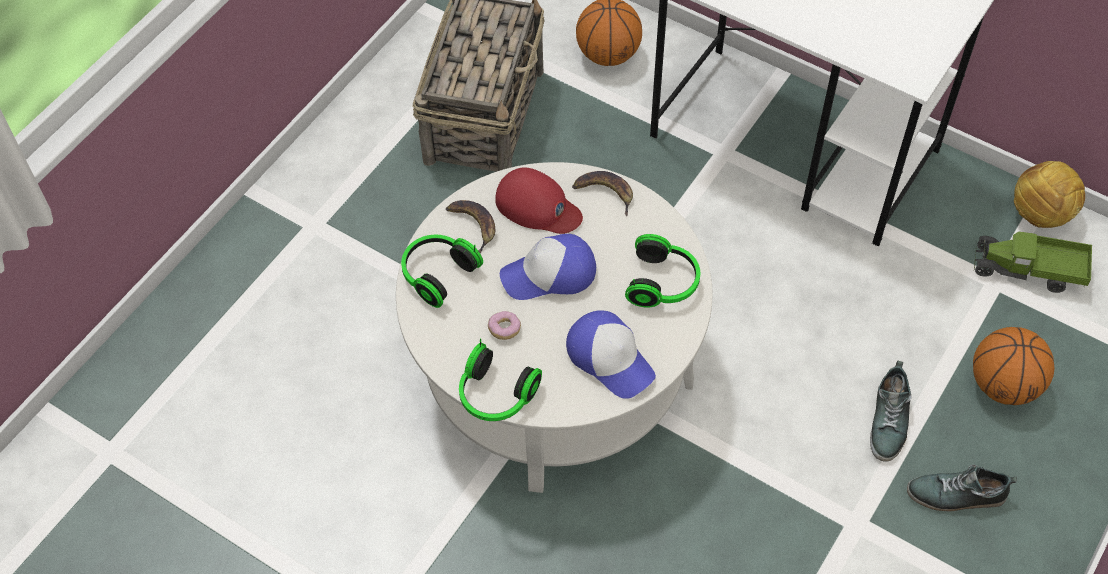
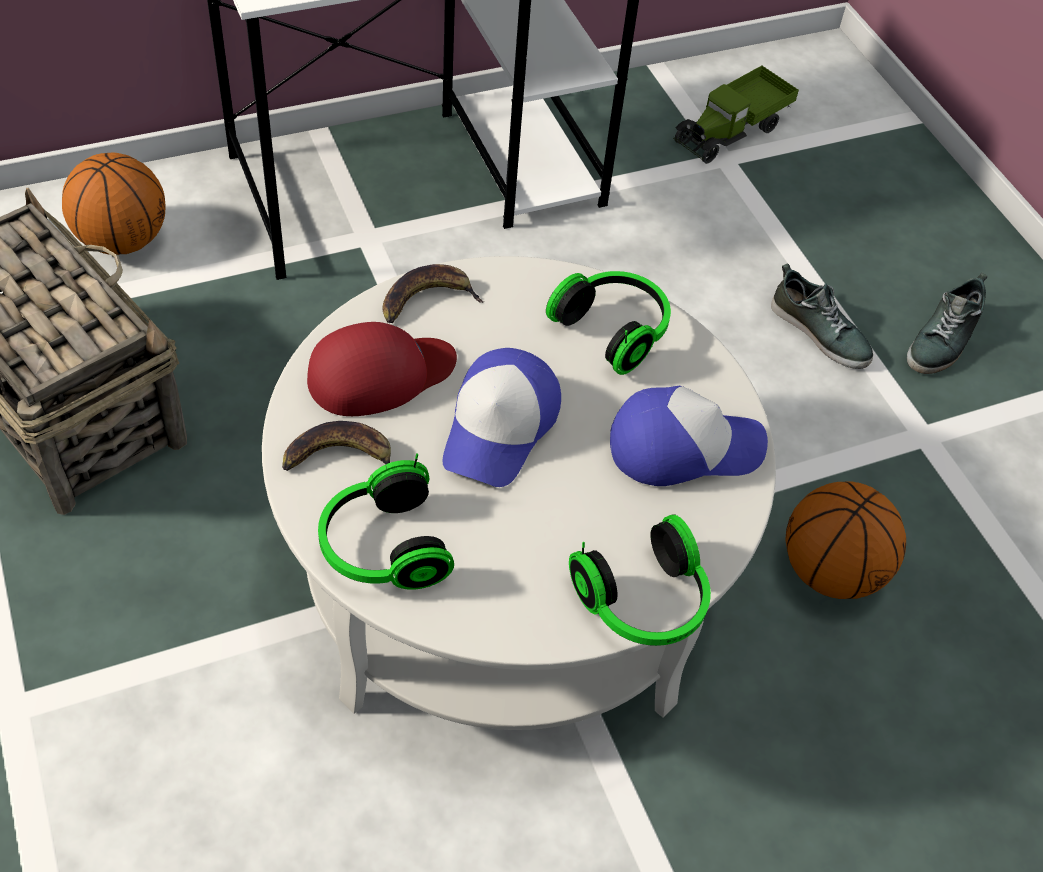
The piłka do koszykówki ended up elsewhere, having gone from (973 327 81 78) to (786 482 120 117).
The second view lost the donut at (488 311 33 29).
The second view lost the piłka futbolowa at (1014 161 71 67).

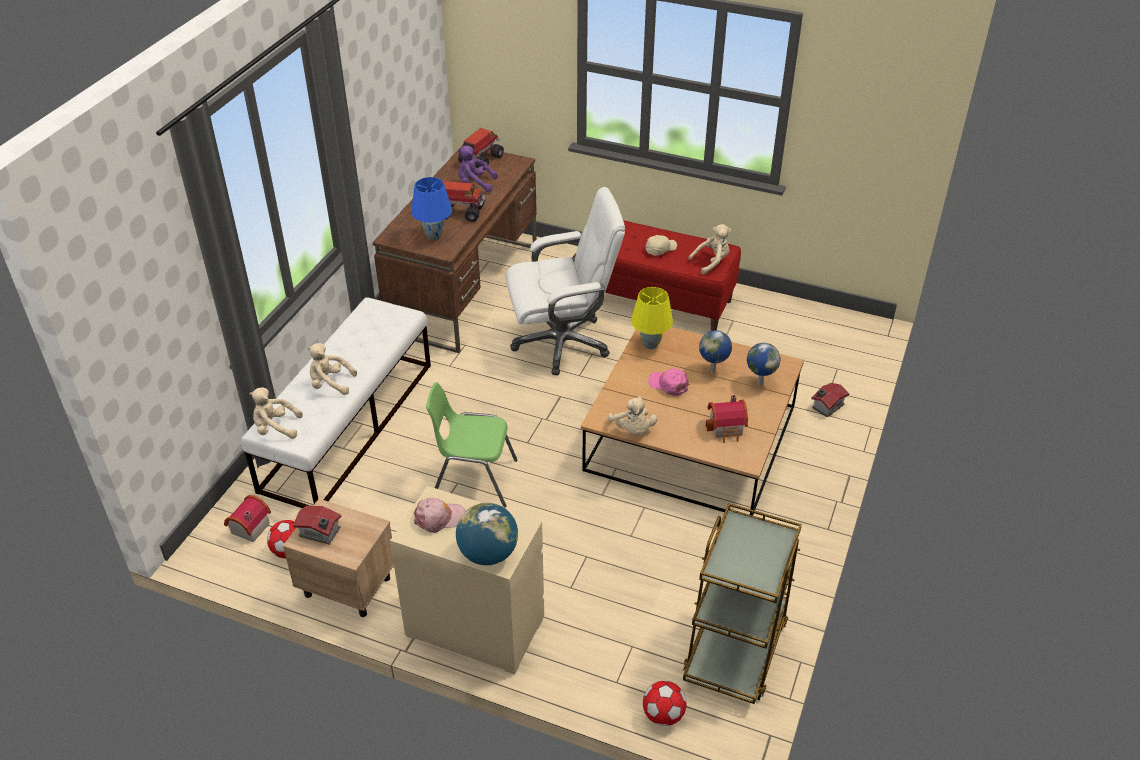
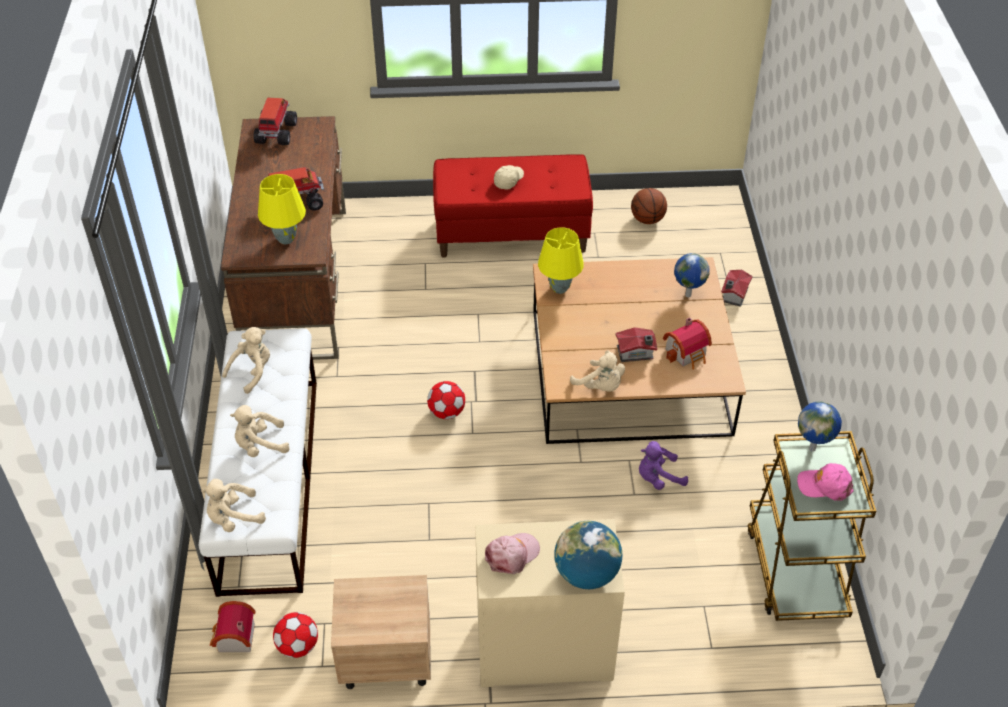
The pluszak/beżowy ended up elsewhere, having gone from (689 224 42 51) to (222 327 48 67).
What was the lampa stołowa/niebieski at (411 177 41 63) turned into the lampa stołowa/żółty at (258 174 48 70).
The piłka futbolowa ended up elsewhere, having gone from (643 681 44 45) to (427 381 38 38).
The domek ended up elsewhere, having gone from (293 506 49 39) to (615 327 42 35).
The second view gained the piłka do koszykówki at (631 188 36 36).
The pluszak/fioletowy ended up elsewhere, having gone from (458 145 40 47) to (639 441 49 49).
The czapka z daszkiem/różowy ended up elsewhere, having gone from (648 368 41 28) to (797 463 57 38).
The globus ended up elsewhere, having gone from (699 330 33 43) to (798 402 44 50).
The second view lost the krzesło/zielony at (426 382 92 125).
The second view lost the krzesło biurowe/biały at (505 187 120 188).

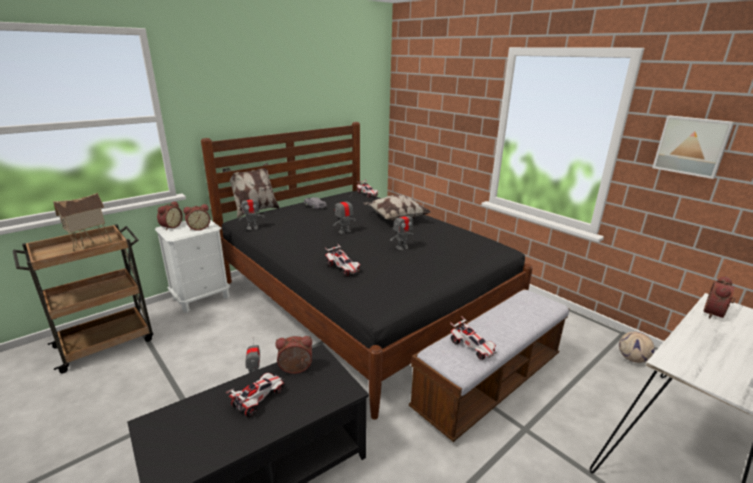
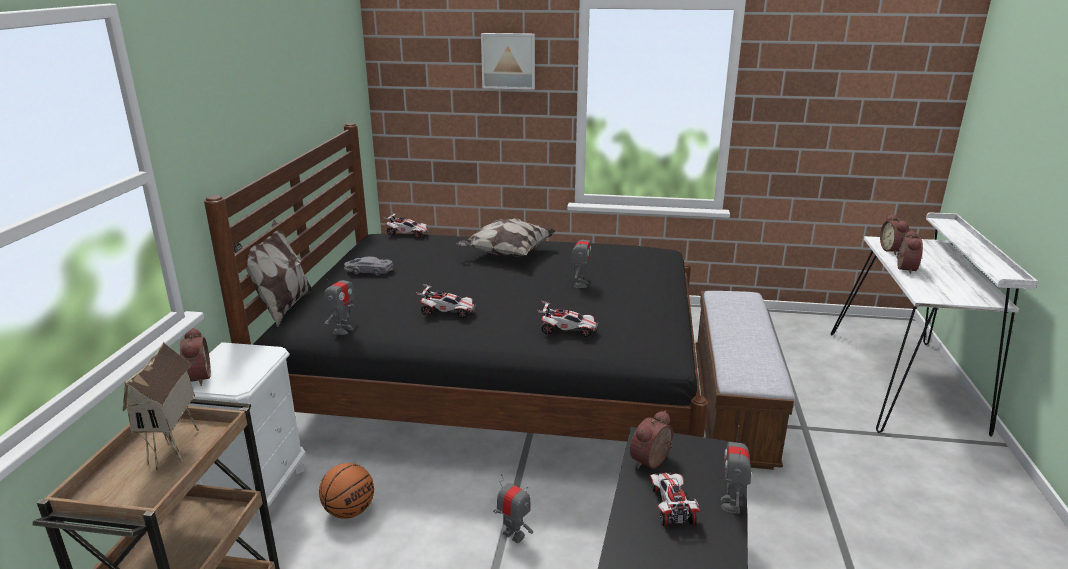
The second view gained the piłka do koszykówki at (319 463 55 56).
The samochodzik ended up elsewhere, having gone from (450 316 46 44) to (416 284 60 34).
The obraz ended up elsewhere, having gone from (652 115 83 64) to (481 33 54 57).
The robot zabawkowy ended up elsewhere, having gone from (333 199 23 35) to (721 425 30 89).
The budzik ended up elsewhere, having gone from (183 204 27 27) to (897 230 26 44).
The second view lost the piłka futbolowa at (619 332 36 31).

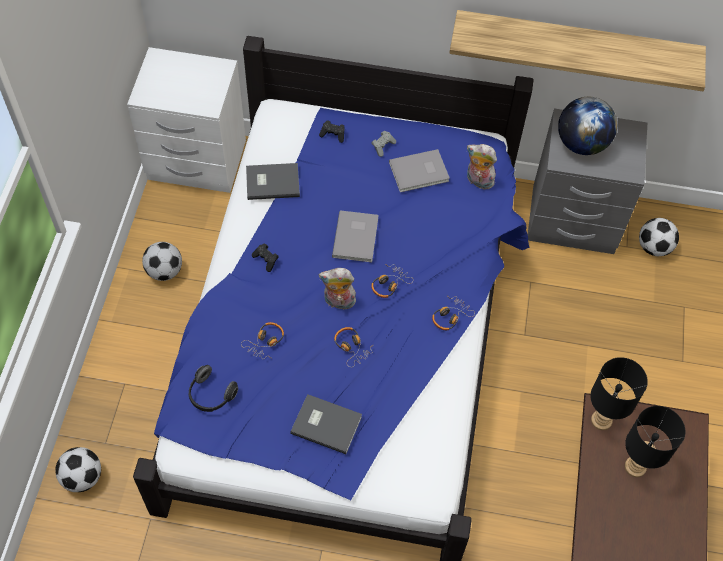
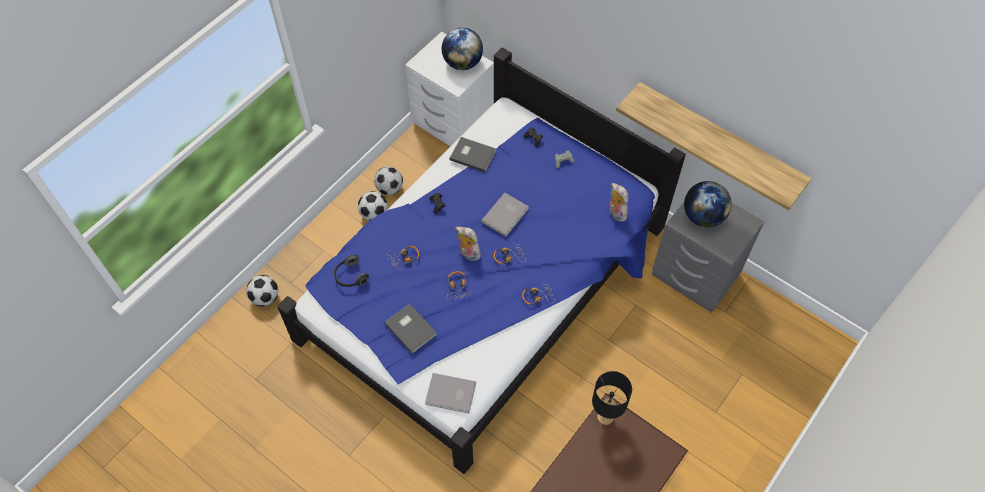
The piłka futbolowa ended up elsewhere, having gone from (639 218 40 38) to (358 191 30 30).
The książka/szary ended up elsewhere, having gone from (389 149 61 43) to (425 373 51 41).
The second view gained the globus at (442 28 41 42).
The second view lost the lampa stołowa/czarny at (625 406 60 71).

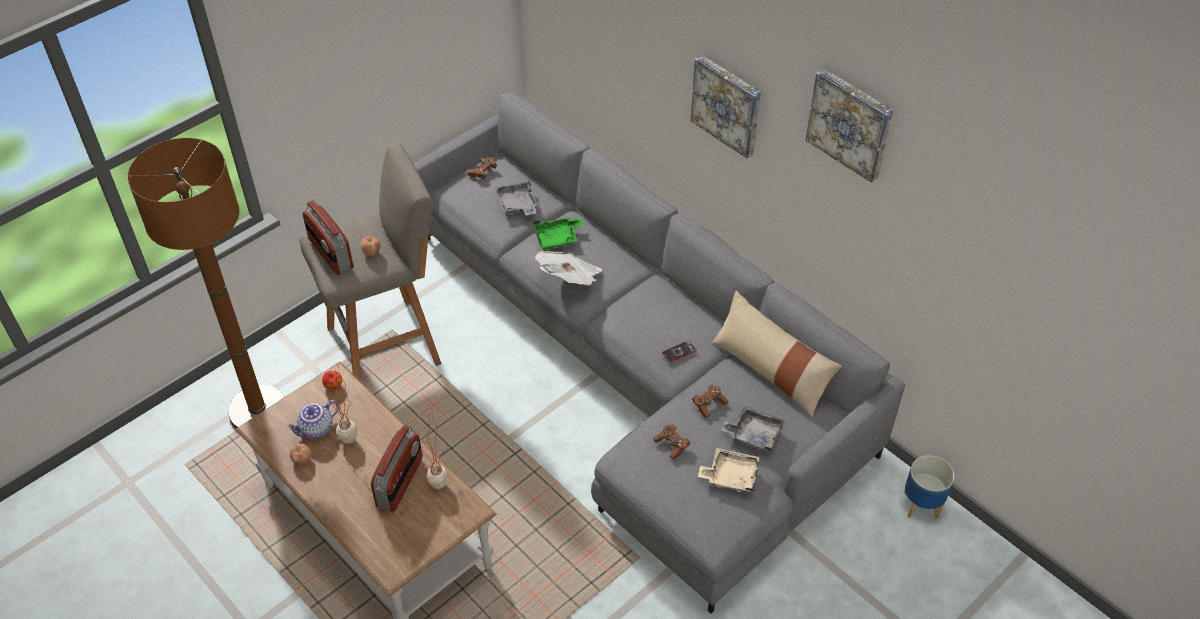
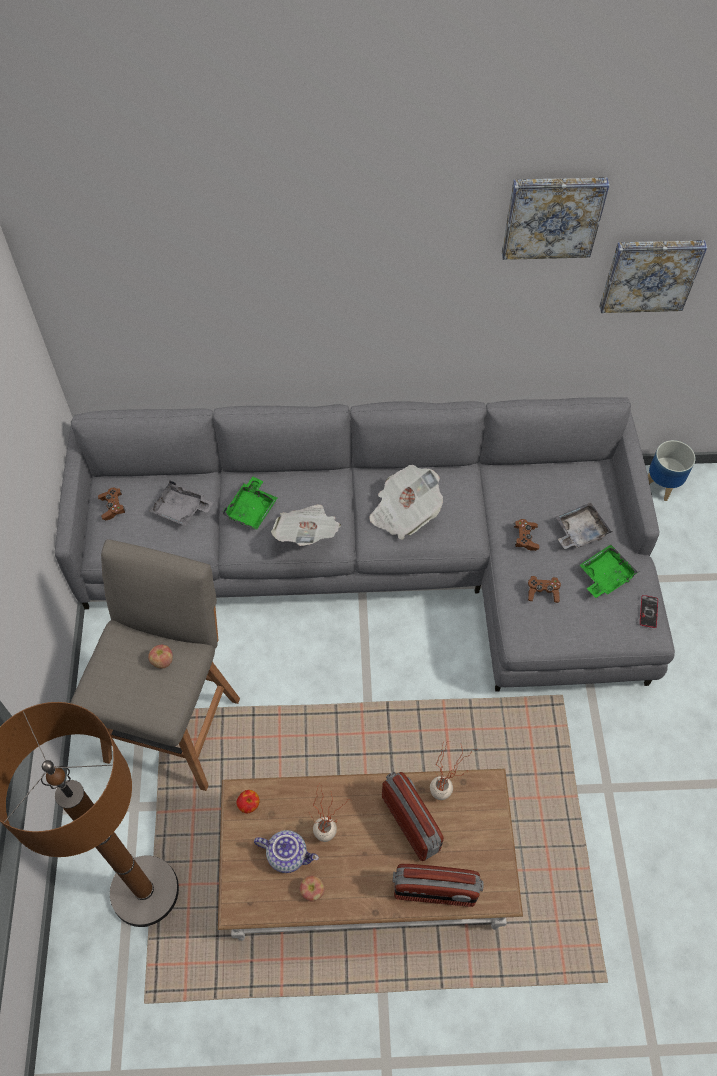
The imbryk at (286 400 54 39) ended up facing another way, 75 degrees counterclockwise from before.
The second view gained the gazeta at (369 465 74 75).
The radio ended up elsewhere, having gone from (303 200 50 75) to (393 864 91 43).
What was the taca/beżowy at (698 448 62 44) turned into the taca/zielony at (579 545 59 53).
The obraz ended up elsewhere, having gone from (691 55 70 103) to (599 240 108 73).
The telefon ended up elsewhere, having gone from (662 341 34 22) to (640 595 18 33).
The second view lost the poduszka/beżowy at (712 291 129 126).

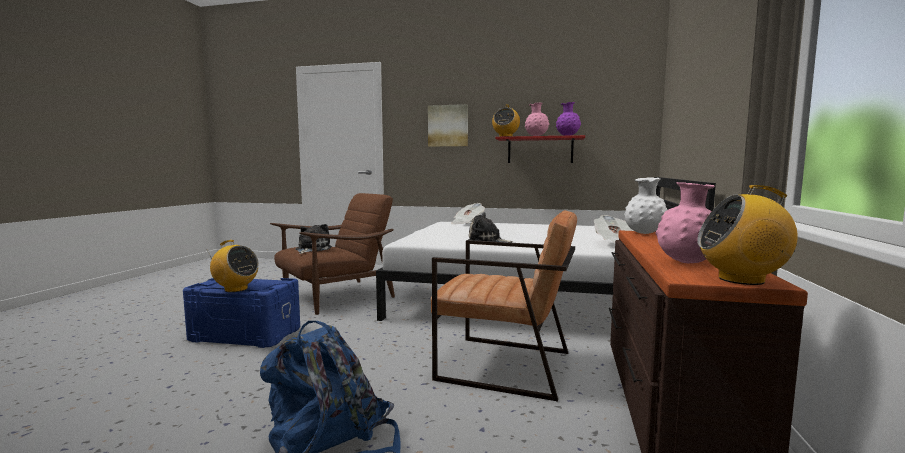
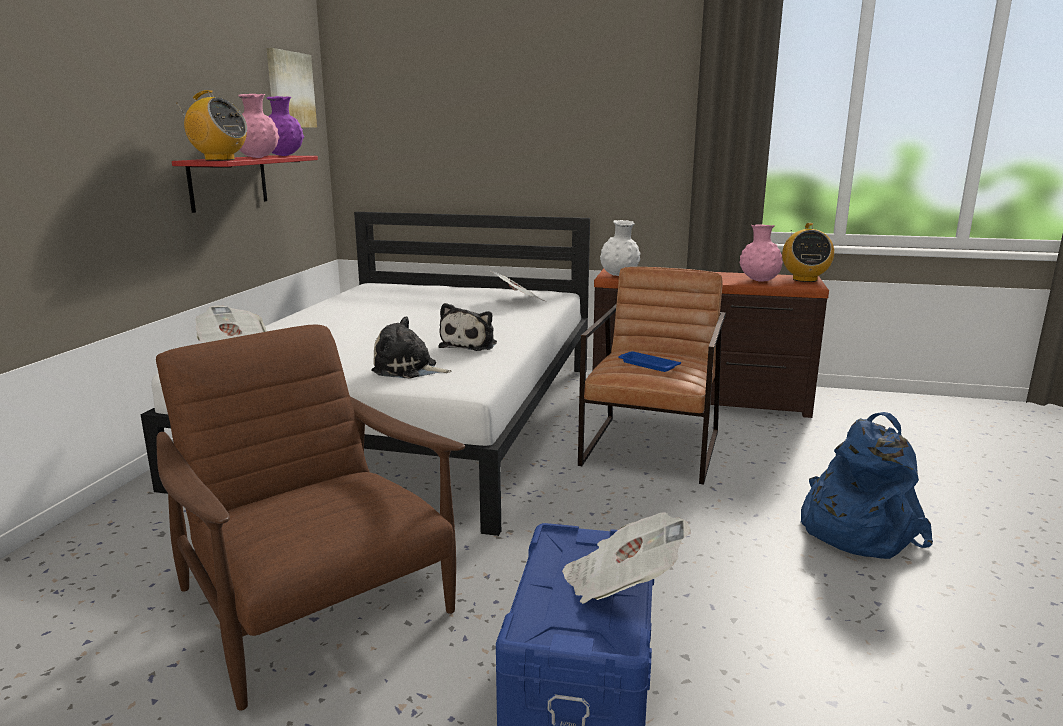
The obraz ended up elsewhere, having gone from (428 104 40 43) to (266 48 51 80).
The pluszak ended up elsewhere, having gone from (295 224 37 30) to (371 316 81 63).
Where the radio stood at (207 240 52 52), the gazeta came to stand at (562 512 129 92).
The second view gained the taca/niebieski at (618 351 63 21).

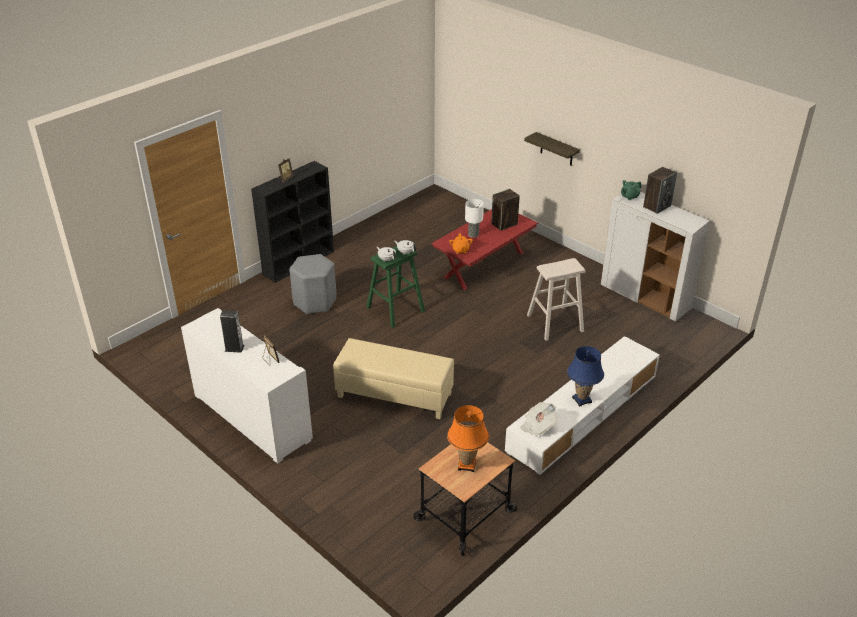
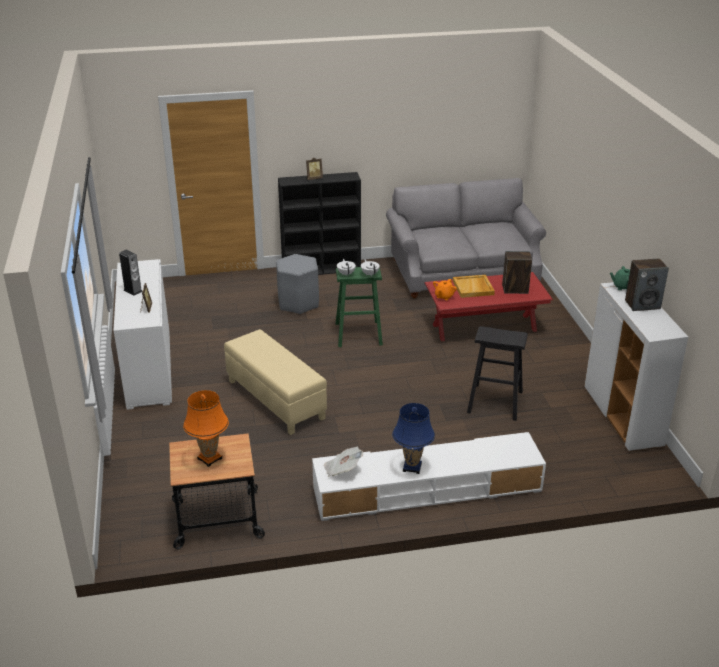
The second view gained the kanapa/szary at (386 178 160 120).
Where the lampa stołowa stood at (465 199 19 39), the taca/beżowy came to stand at (453 275 42 23).
What was the stołek/beżowy at (527 258 58 83) turned into the stołek/czarny at (467 326 61 95).
The second view lost the półka at (524 132 56 34).

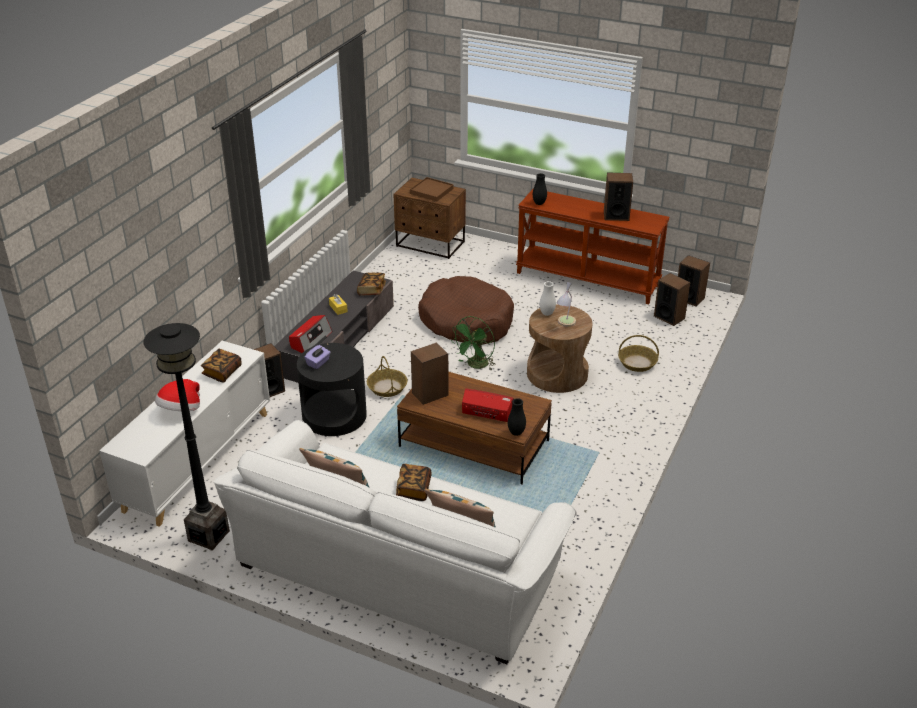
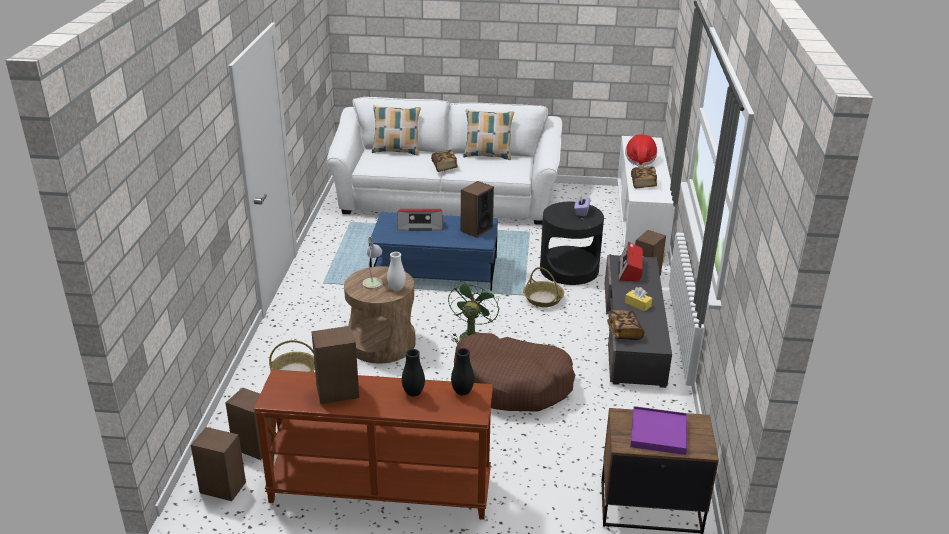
What was the ława/brązowy at (397 372 155 112) turned into the ława/niebieski at (369 212 129 79).
The wazon/czarny ended up elsewhere, having gone from (508 398 18 38) to (402 349 23 48).
What was the taca/brązowy at (410 177 44 24) turned into the taca/fioletowy at (630 406 57 49).
The second view lost the lampa stojąca/czarny at (144 323 86 227).

